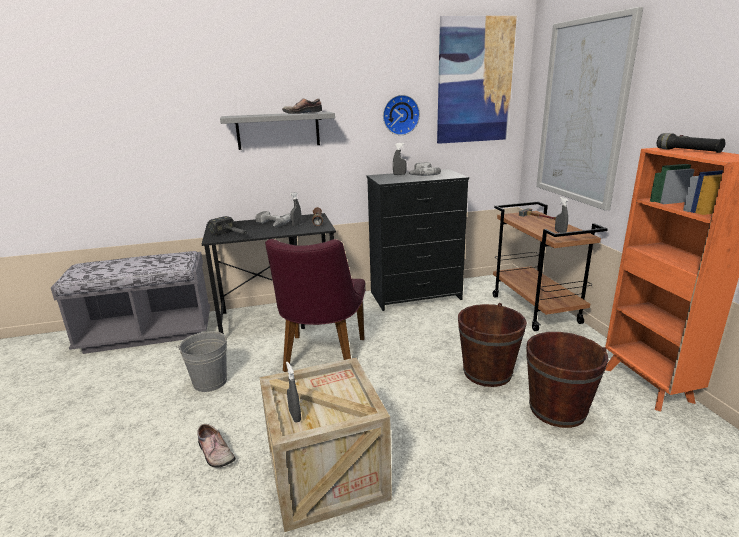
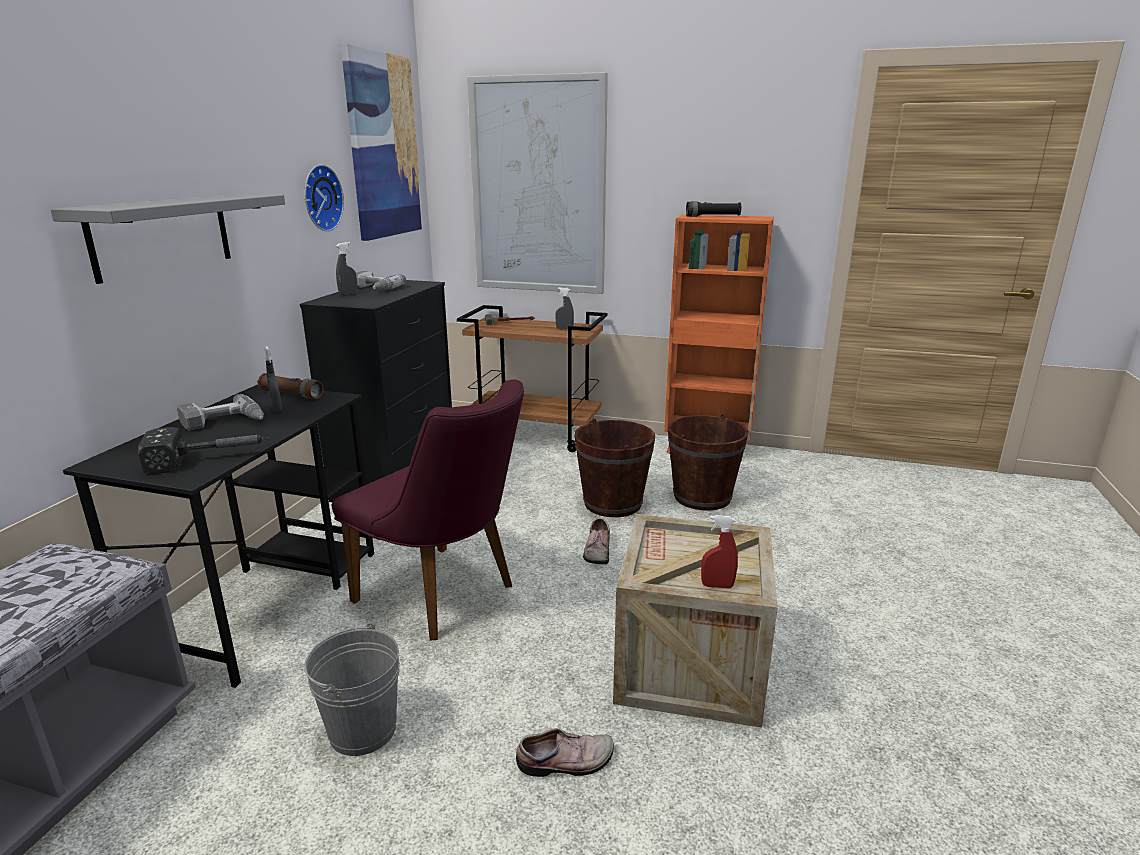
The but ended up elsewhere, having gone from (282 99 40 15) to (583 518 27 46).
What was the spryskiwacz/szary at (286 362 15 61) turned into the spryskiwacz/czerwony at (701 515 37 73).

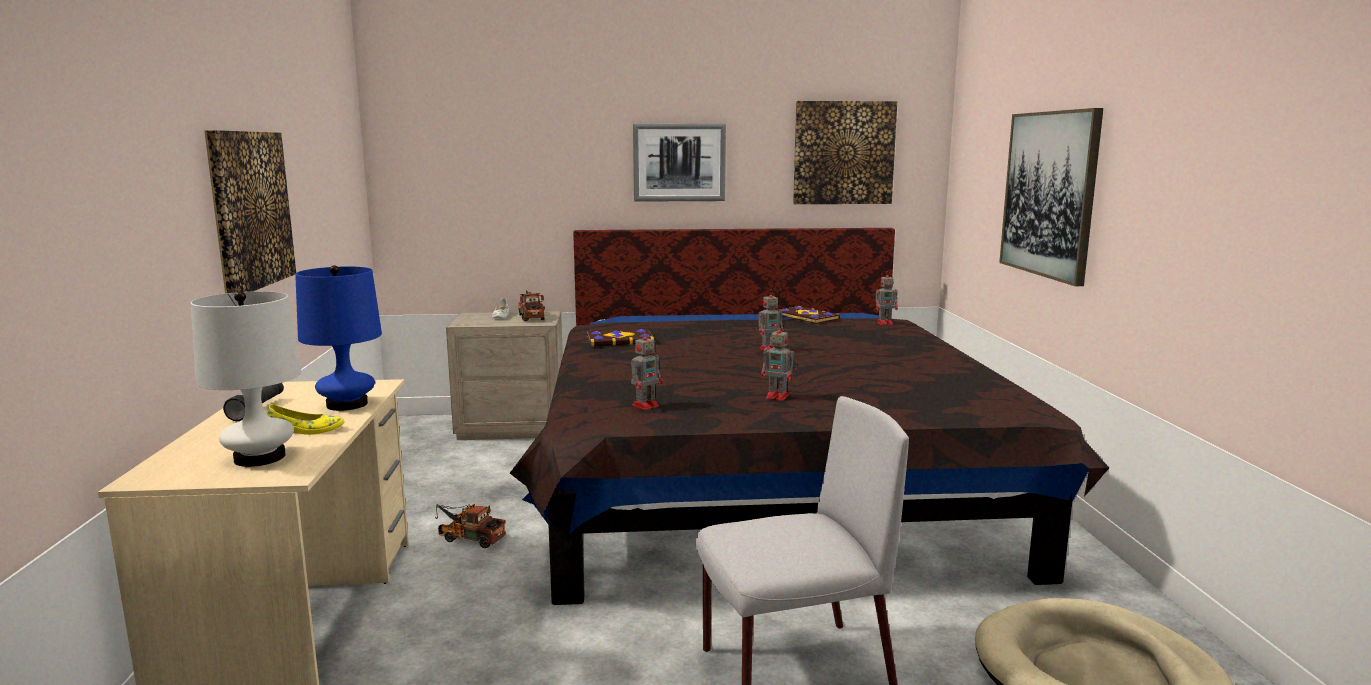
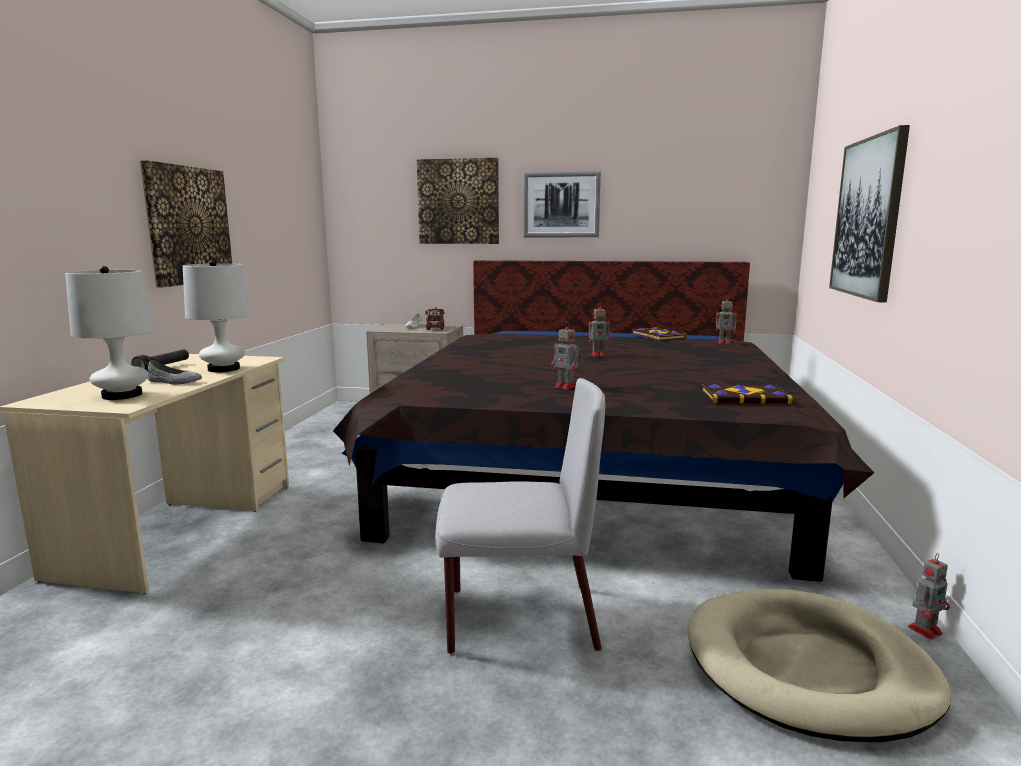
What was the but/żółty at (267 404 78 31) turned into the but/szary at (148 361 54 24).
What was the lampa stołowa/niebieski at (295 265 87 146) turned into the lampa stołowa/biały at (183 260 67 112).
The obraz ended up elsewhere, having gone from (793 101 104 103) to (417 158 82 86).
The książka ended up elsewhere, having gone from (587 329 67 17) to (702 384 91 20).
The robot zabawkowy ended up elsewhere, having gone from (631 330 32 80) to (908 553 42 86).
The second view lost the ciężarówka zabawkowa at (435 504 71 44).

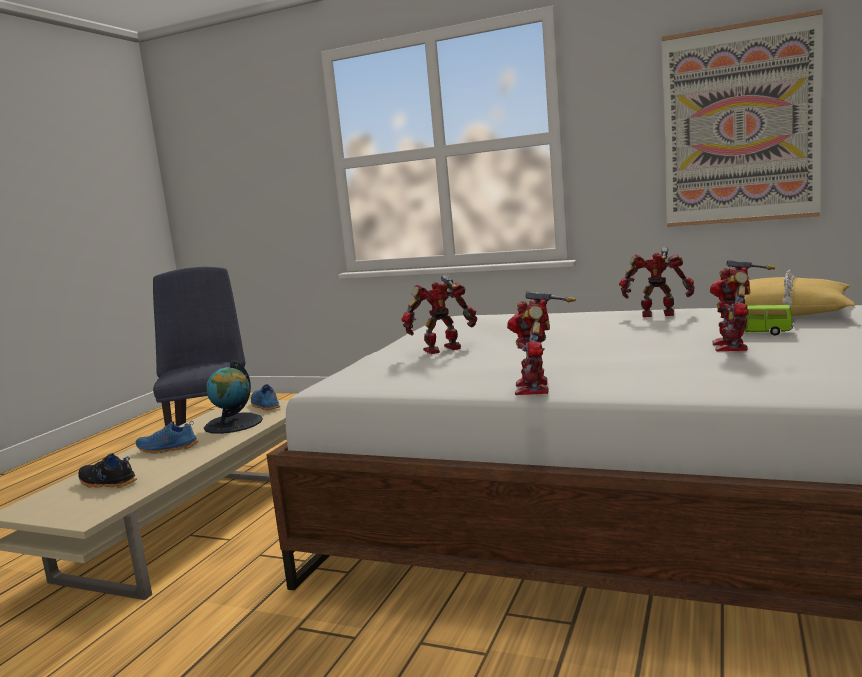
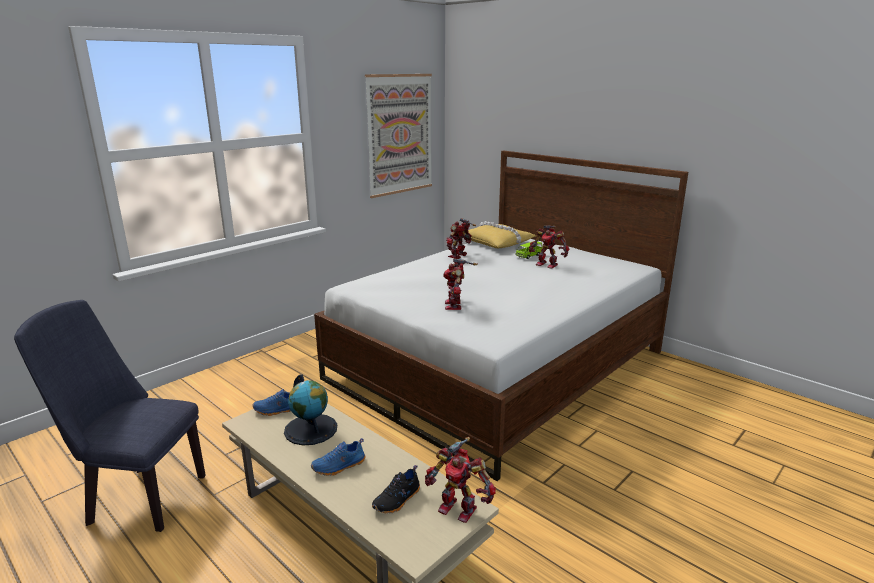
The but/niebieski at (136 421 62 33) ended up facing another way, 45 degrees clockwise from before.
The robot zabawkowy ended up elsewhere, having gone from (507 291 69 104) to (425 437 71 86).

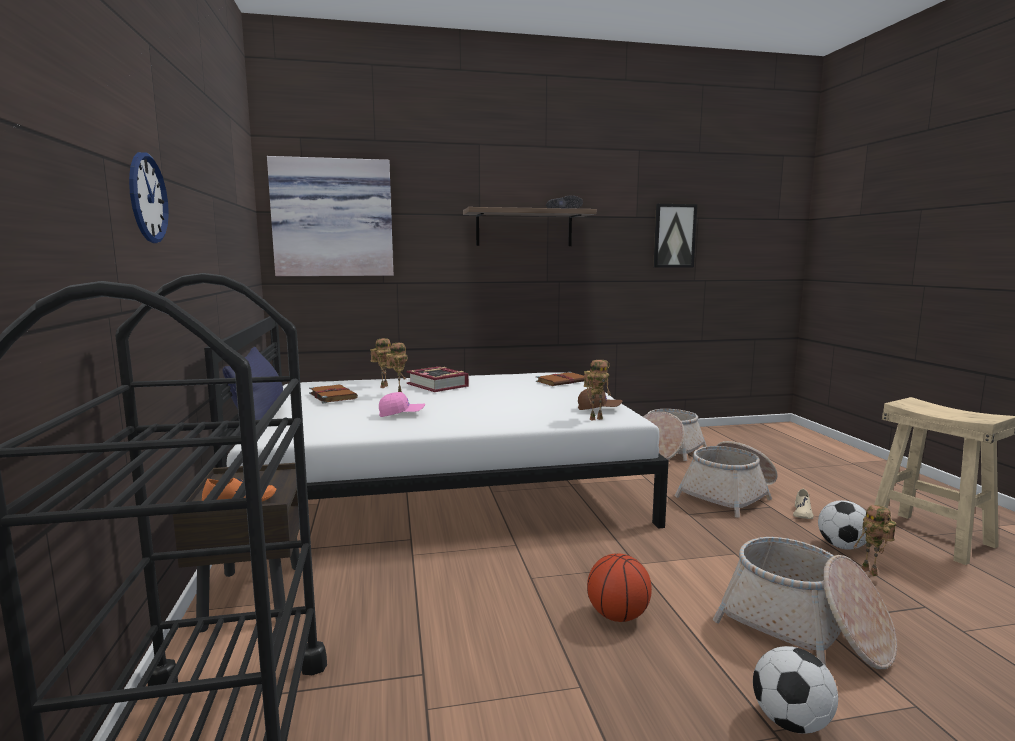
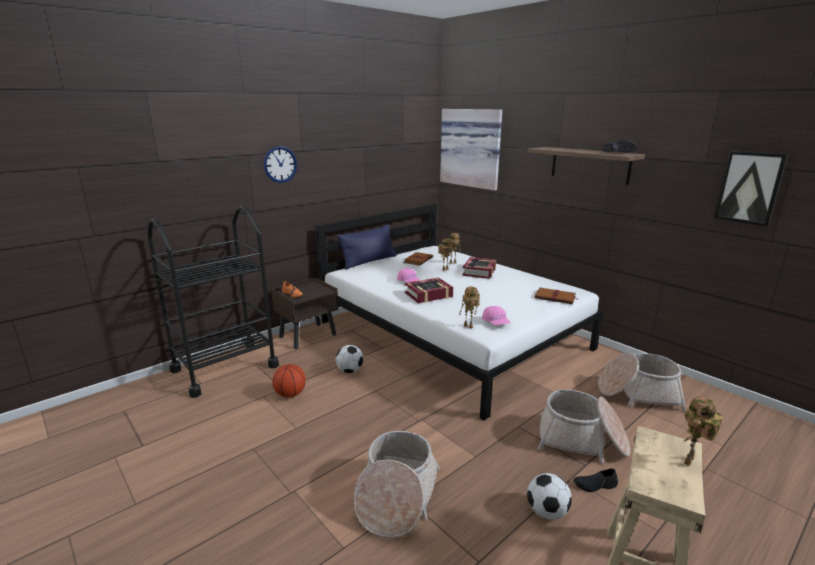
The piłka do koszykówki ended up elsewhere, having gone from (587 553 65 69) to (272 364 34 34).
The piłka futbolowa ended up elsewhere, having gone from (753 646 85 88) to (336 345 28 28).
The second view gained the książka at (404 278 49 25).
What was the czapka z daszkiem/brązowy at (578 388 44 22) turned into the czapka z daszkiem/różowy at (482 306 29 20).
What was the but/beżowy at (793 489 21 30) turned into the but/czarny at (573 468 45 24).
The robot zabawkowy ended up elsewhere, having gone from (853 505 43 71) to (684 396 39 70).

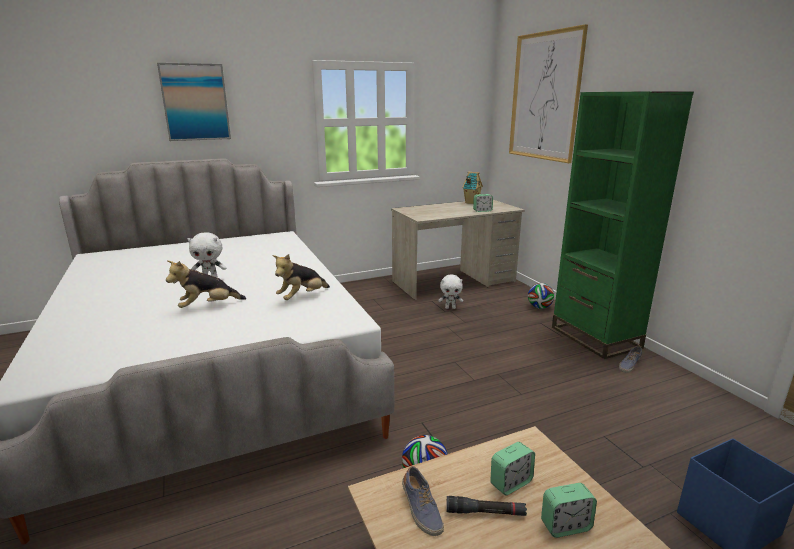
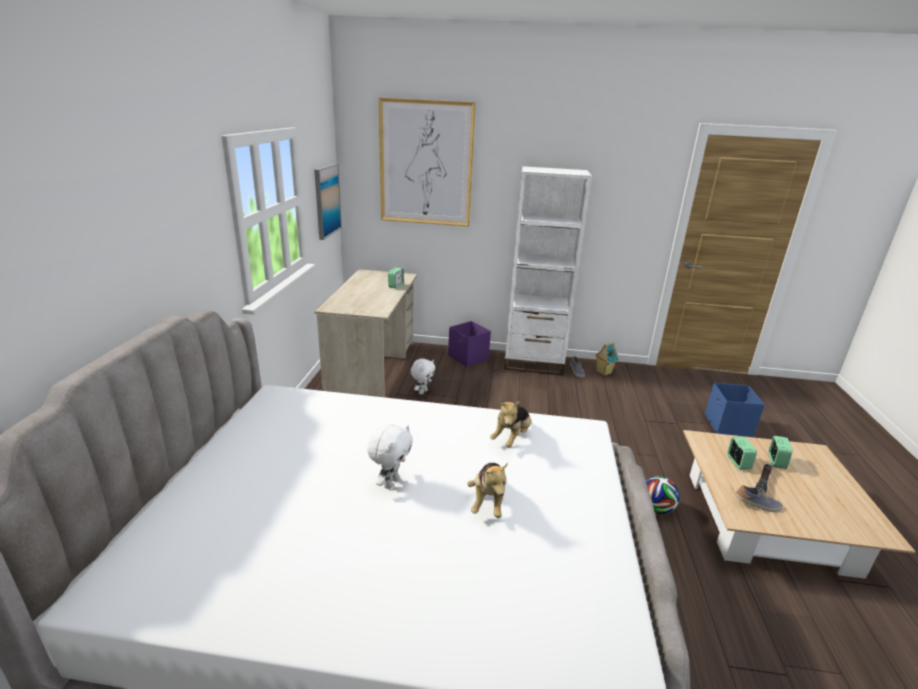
The obraz ended up elsewhere, having gone from (157 63 74 78) to (314 163 28 77).
Where the piłka futbolowa stood at (528 283 26 26), the pojemnik do przechowywania/fioletowy came to stand at (448 321 43 46).
The pluszak at (272 254 58 46) ended up facing another way, 45 degrees clockwise from before.
What was the regał/zielony at (552 91 142 268) turned into the regał/biały at (504 166 88 209).
The domek ended up elsewhere, having gone from (462 171 21 33) to (595 342 25 34).

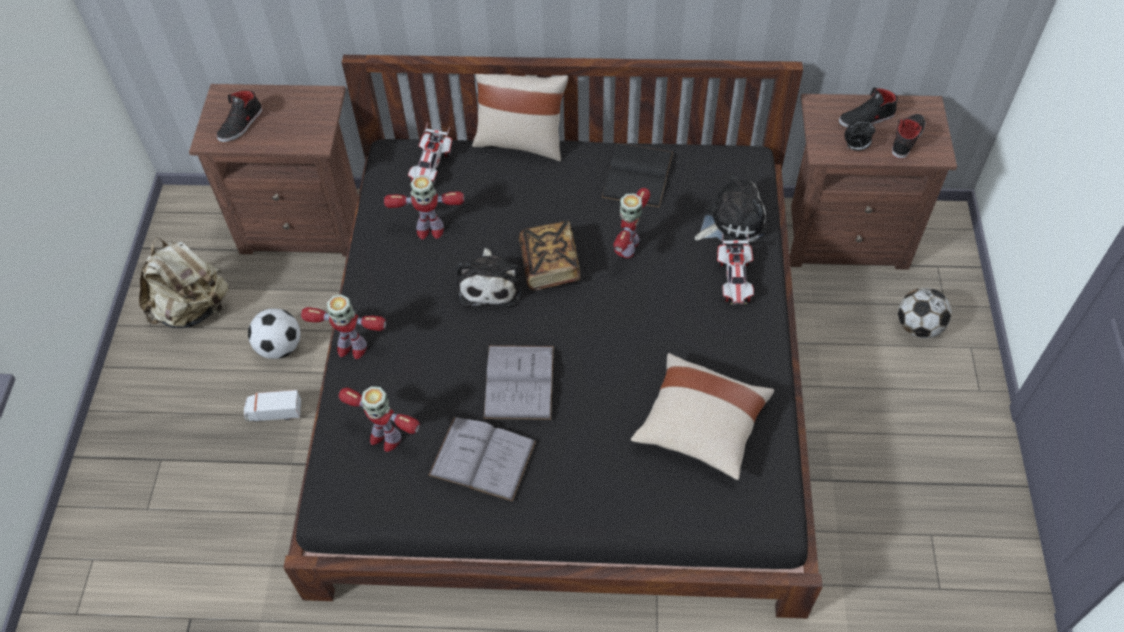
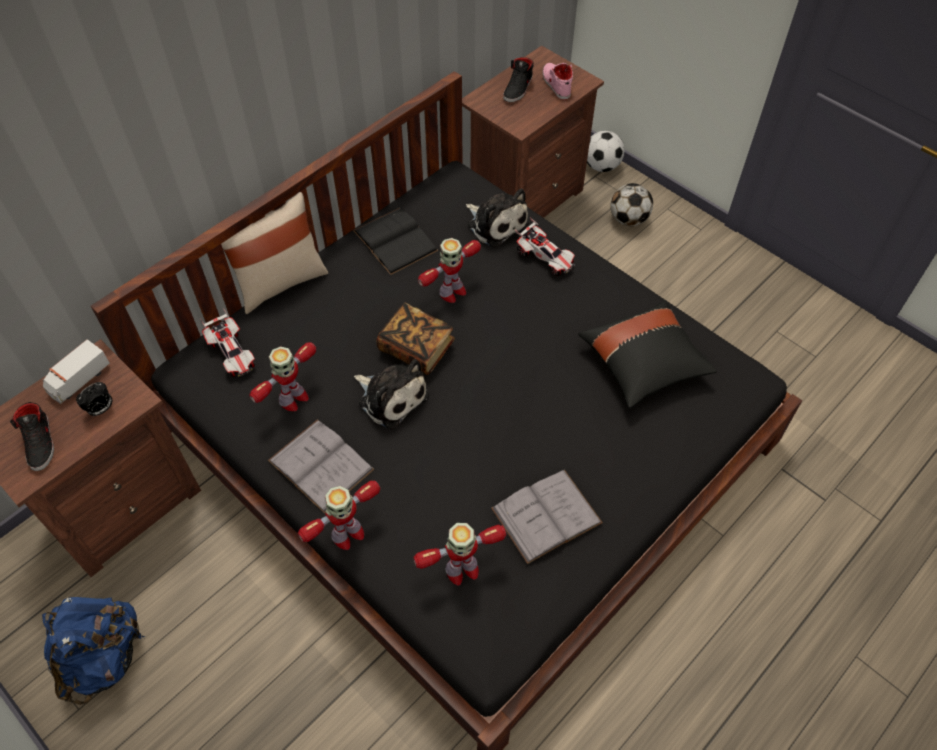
What was the plecak/beżowy at (139 237 89 91) turned into the plecak/niebieski at (42 597 103 108).
The ciężarówka zabawkowa ended up elsewhere, having gone from (244 390 57 32) to (43 339 67 65).
The budzik ended up elsewhere, having gone from (845 122 30 29) to (76 382 36 35).
The książka/szary ended up elsewhere, having gone from (484 345 70 75) to (268 419 106 95).
The robot zabawkowy at (613 188 37 70) ended up facing another way, 105 degrees counterclockwise from before.
The pluszak at (695 173 73 73) ended up facing another way, 120 degrees clockwise from before.
What was the but/czarny at (892 114 34 45) turned into the but/różowy at (543 63 30 37).
What was the poduszka/beżowy at (631 353 143 127) turned into the poduszka/czarny at (578 300 139 108).
The piłka futbolowa ended up elsewhere, having gone from (248 308 53 51) to (587 131 38 41).

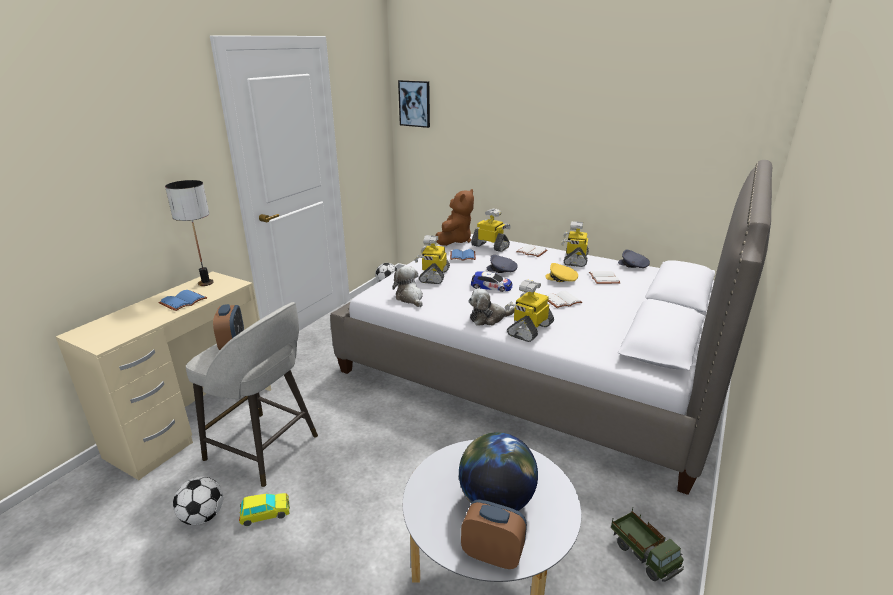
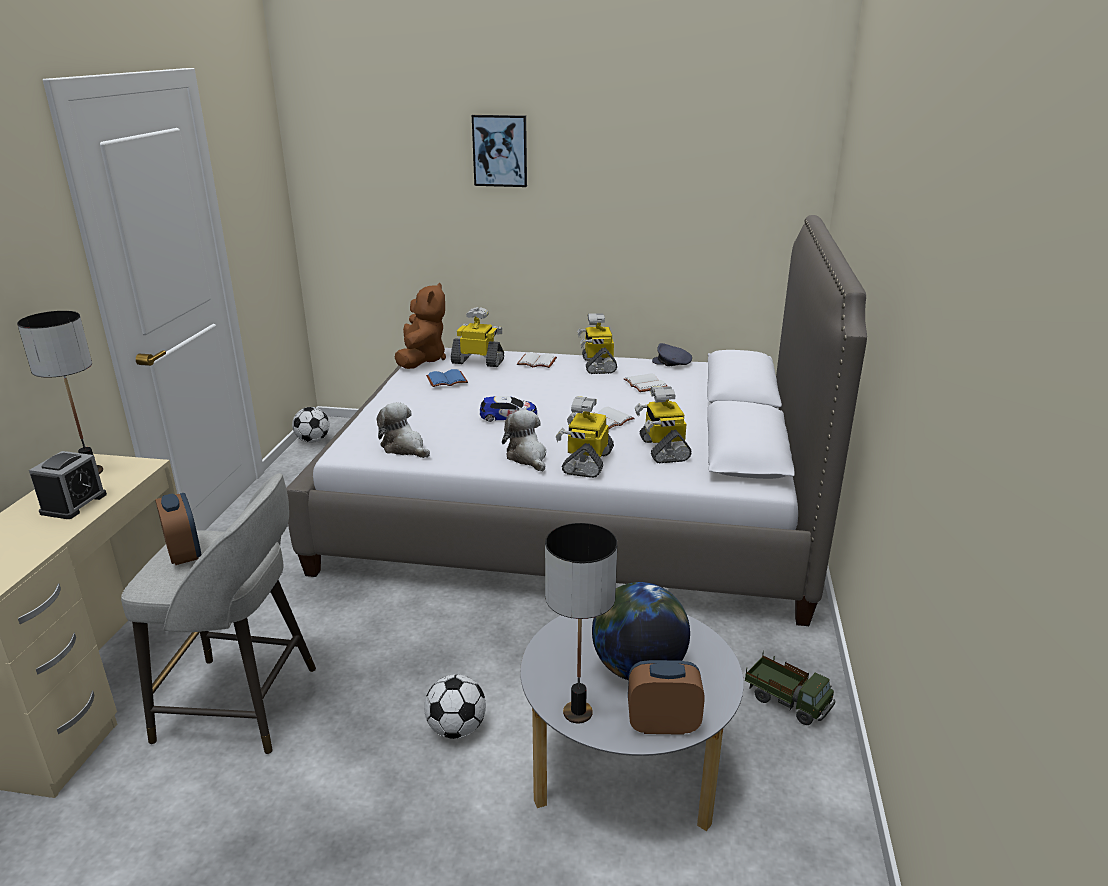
Where the książka/niebieski stood at (159 290 48 21), the budzik came to stand at (29 451 78 68).
The piłka futbolowa ended up elsewhere, having gone from (173 476 50 49) to (424 674 62 65).
The obraz ended up elsewhere, having gone from (398 80 32 48) to (472 115 55 72).
The pluszak at (468 289 47 37) ended up facing another way, 105 degrees clockwise from before.
The second view gained the lampa stołowa at (545 523 72 201).
The robot zabawkowy ended up elsewhere, having gone from (415 235 35 49) to (635 386 56 78).
The second view lost the samochodzik at (239 493 51 33).
The second view lost the czapka z daszkiem/szary at (487 255 31 18).
The second view lost the czapka z daszkiem/żółty at (545 263 33 19).

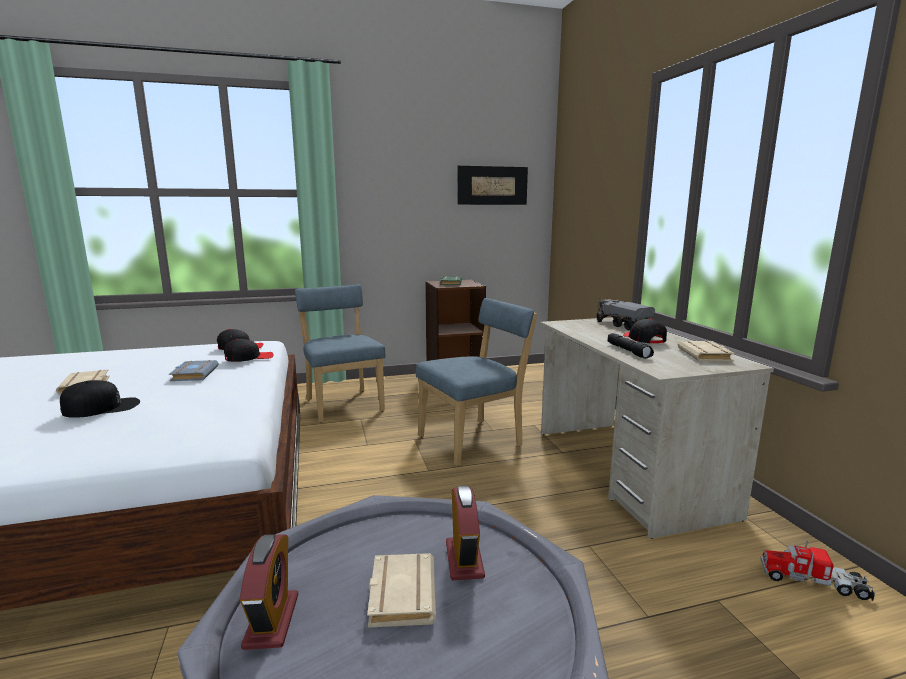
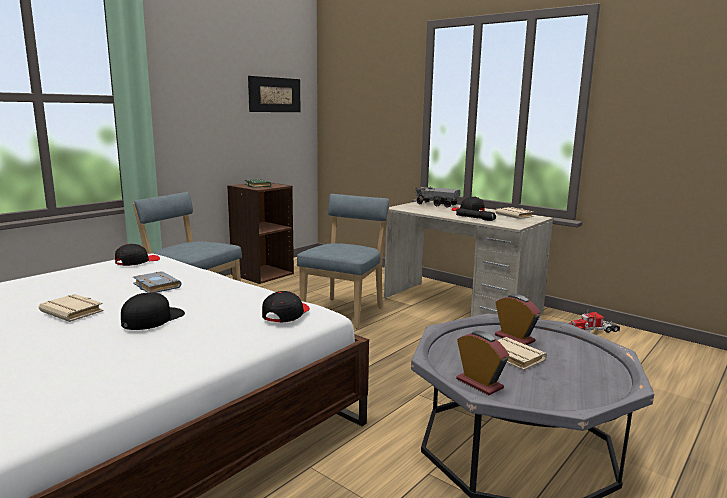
The czapka z daszkiem/czarny ended up elsewhere, having gone from (224 339 50 23) to (262 291 48 31).

